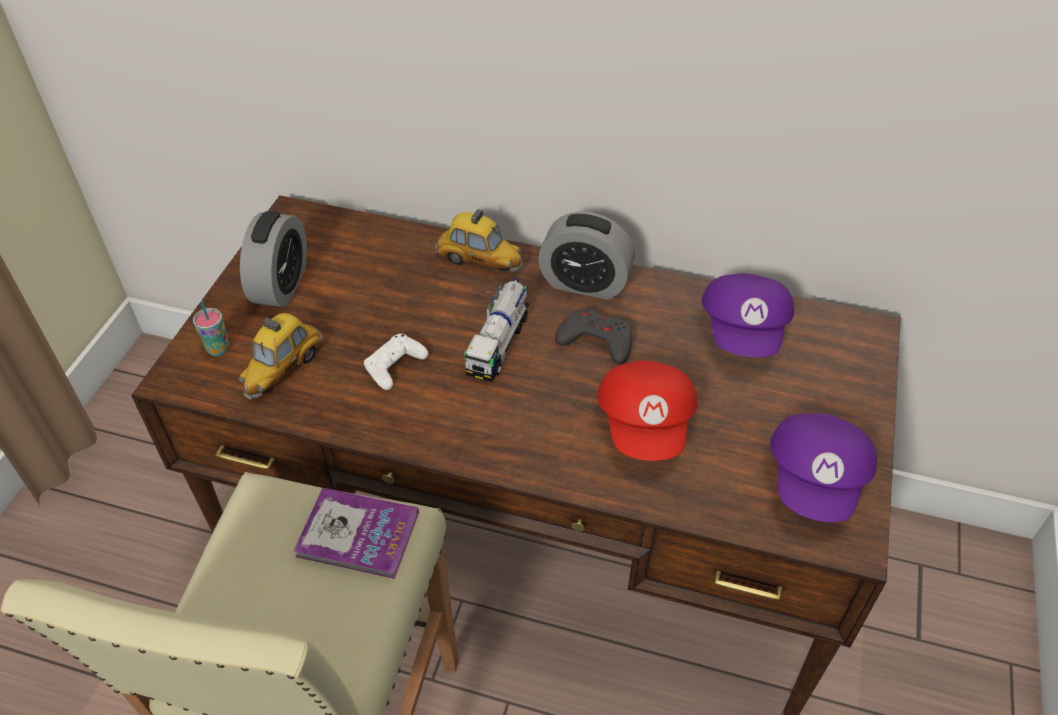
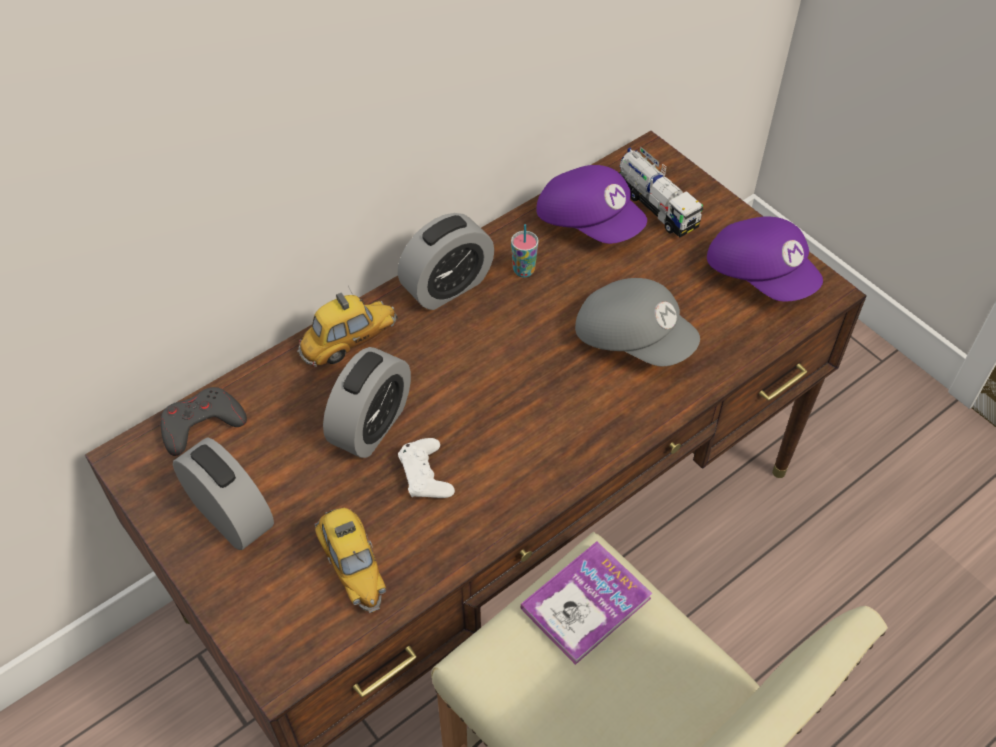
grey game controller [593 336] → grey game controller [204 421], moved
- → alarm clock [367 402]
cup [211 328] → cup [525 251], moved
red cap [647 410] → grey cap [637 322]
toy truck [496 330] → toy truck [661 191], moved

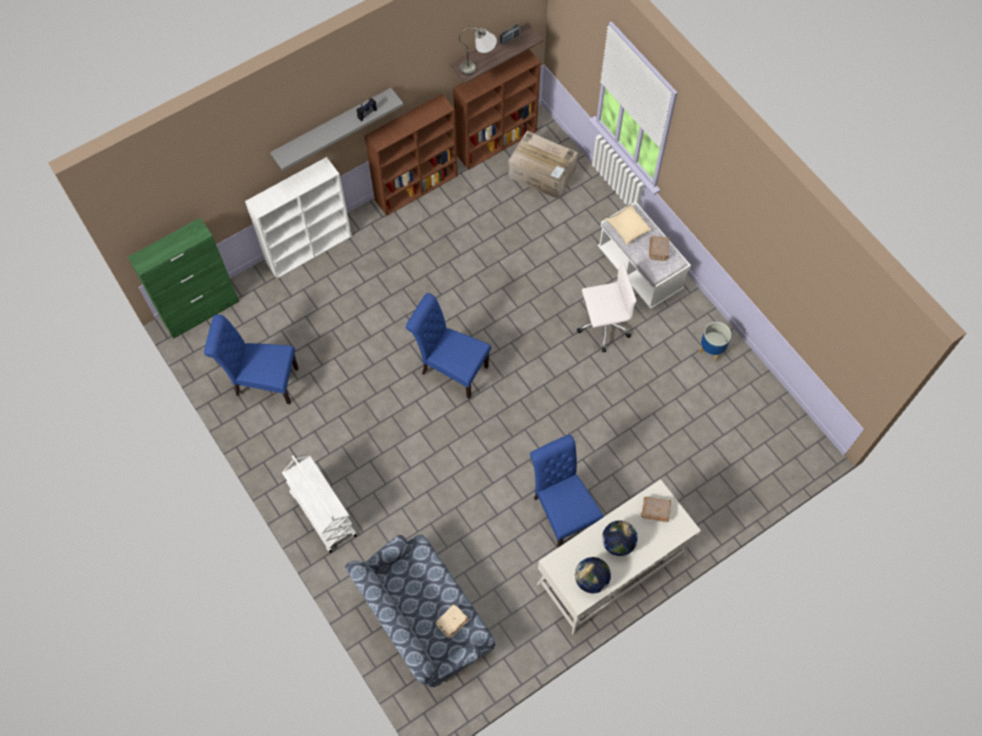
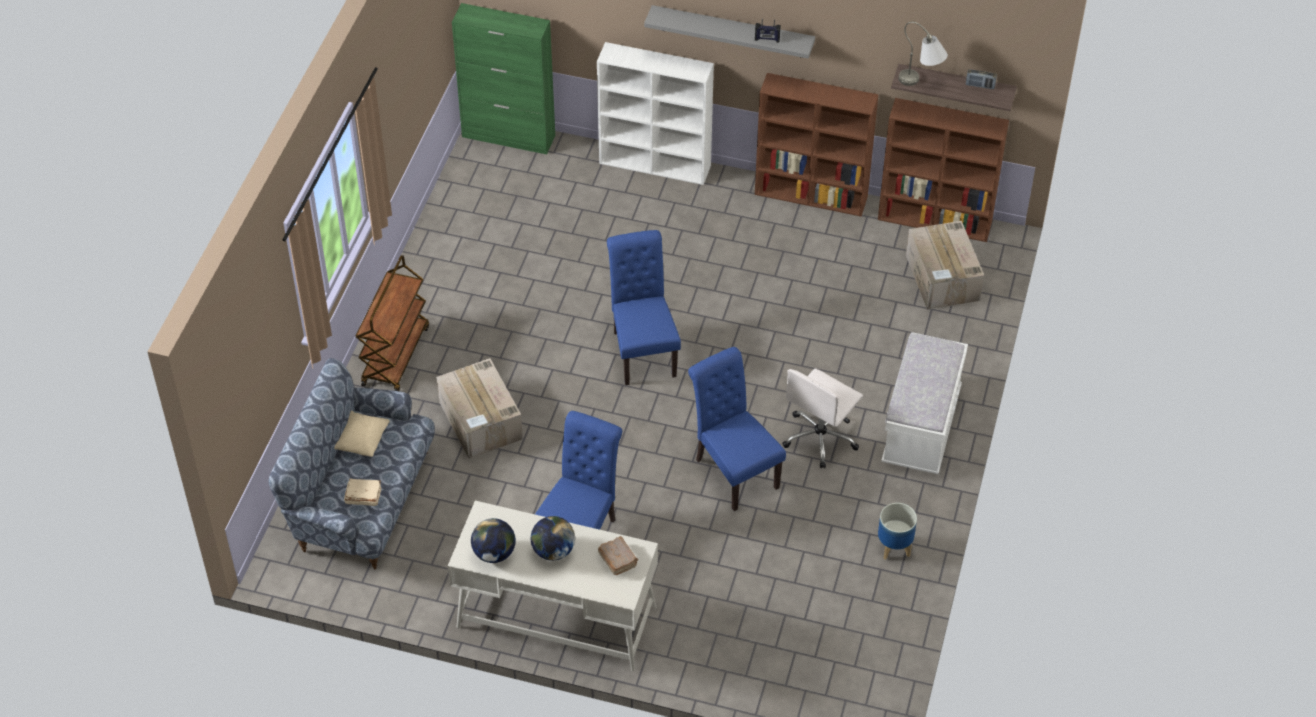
beige pillow [628 224] → beige pillow [362 434], moved
white cart [319 504] → brown cart [392 323]
- → cardboard box [479 408]
blue chair [251 359] → blue chair [737 429], moved
white office chair [607 307] → white office chair [822 418], 90 degrees clockwise
brown book [659 248] → -

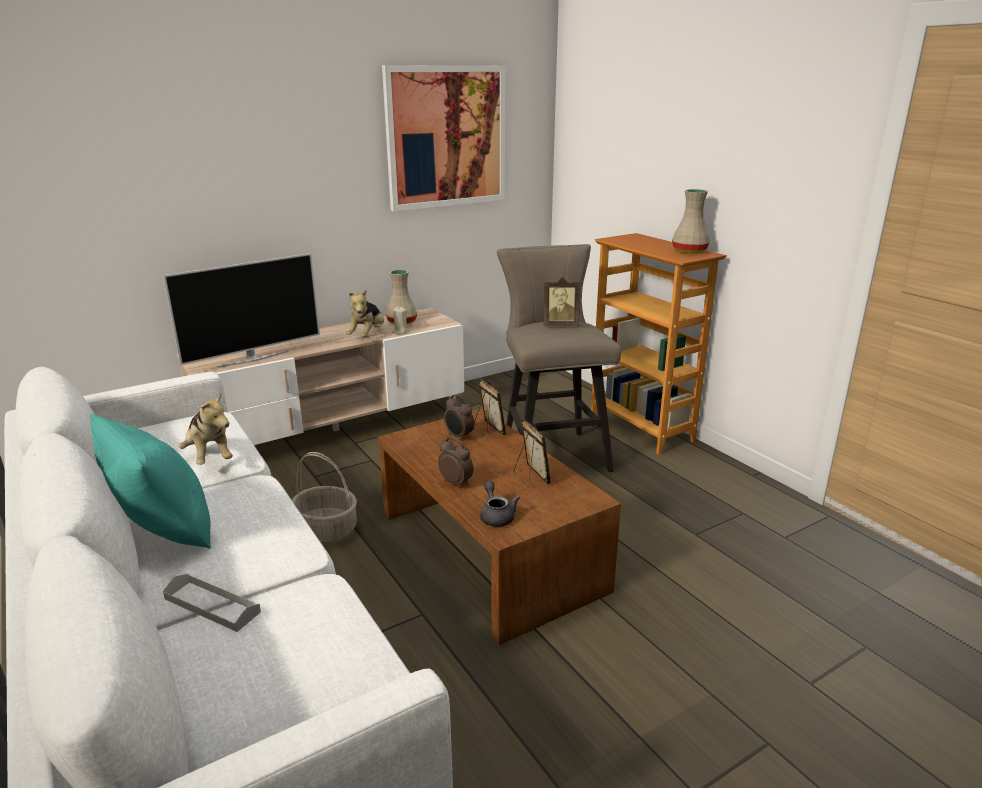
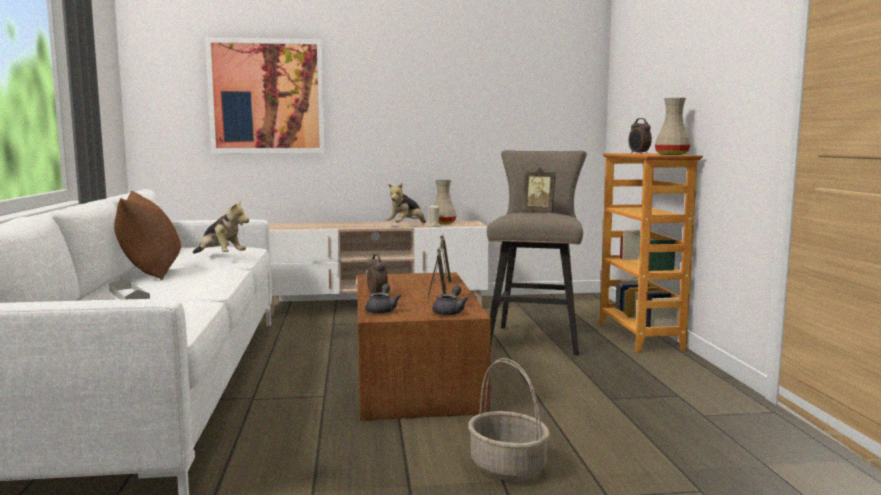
turquoise pillow [150 481] → brown pillow [147 235]
plush toy [205 429] → plush toy [221 227], 45 degrees counterclockwise
picture [443 138] → picture [265 95], moved
- → grey teapot [450 300]
basket [324 497] → basket [509 419], moved
alarm clock [459 417] → alarm clock [640 136], moved
television [241 310] → -

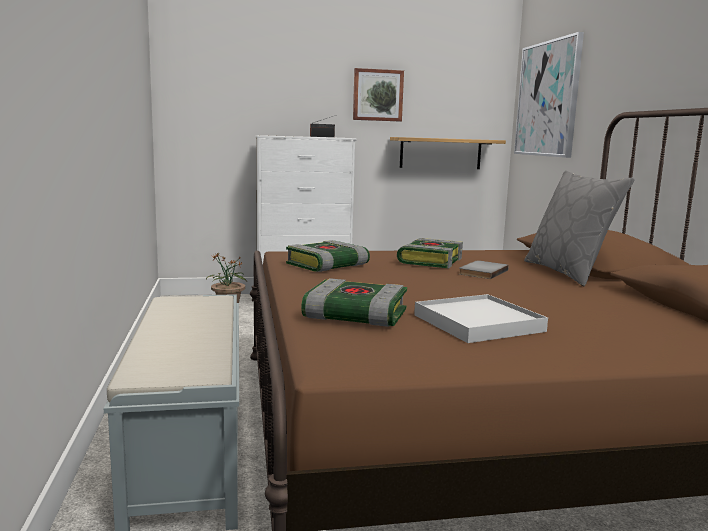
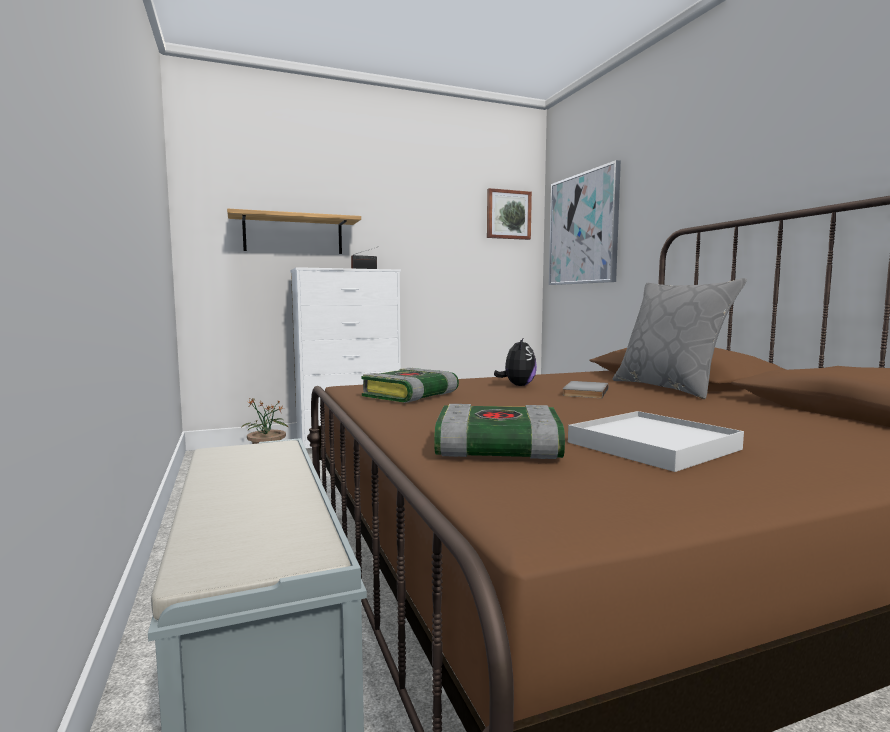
shelf [448 153] → shelf [294 231], moved
picture [378 95] → picture [509 214], moved
book [430 253] → plush toy [515 361]

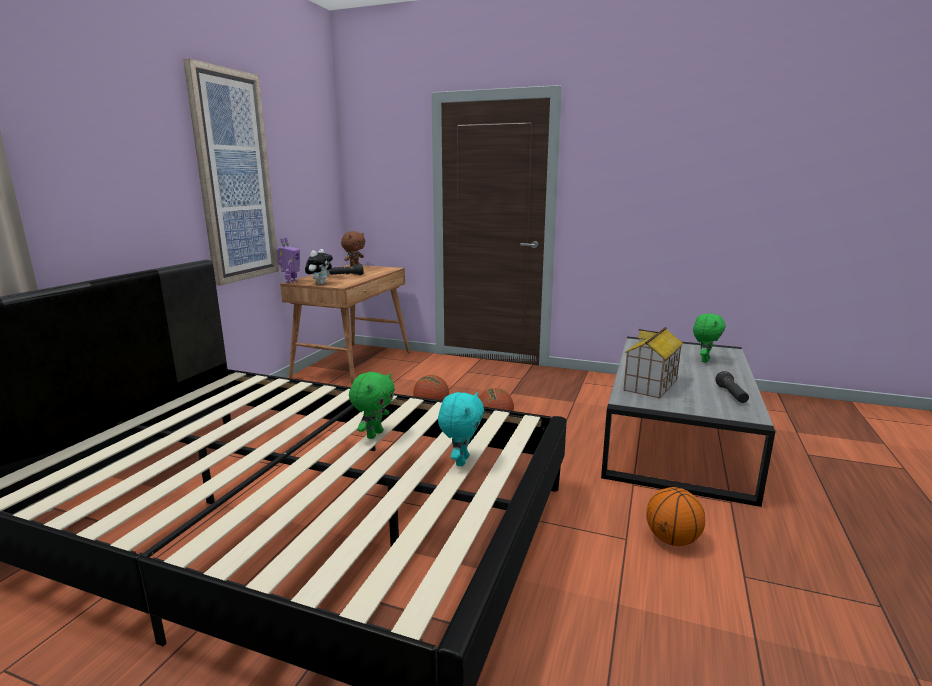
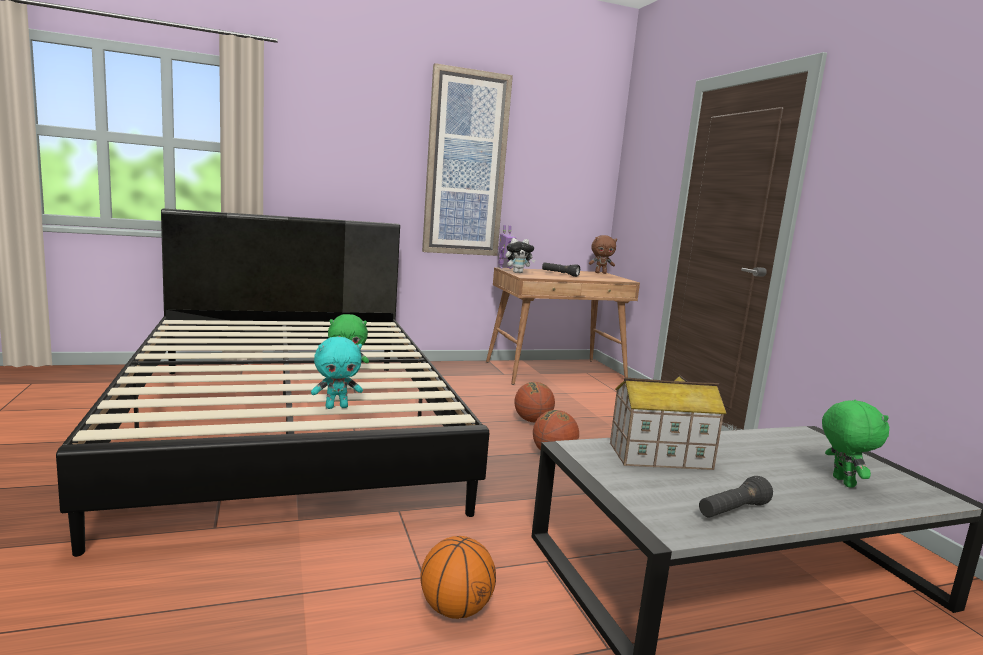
green plush toy [709 338] → green plush toy [855 443], 90 degrees counterclockwise

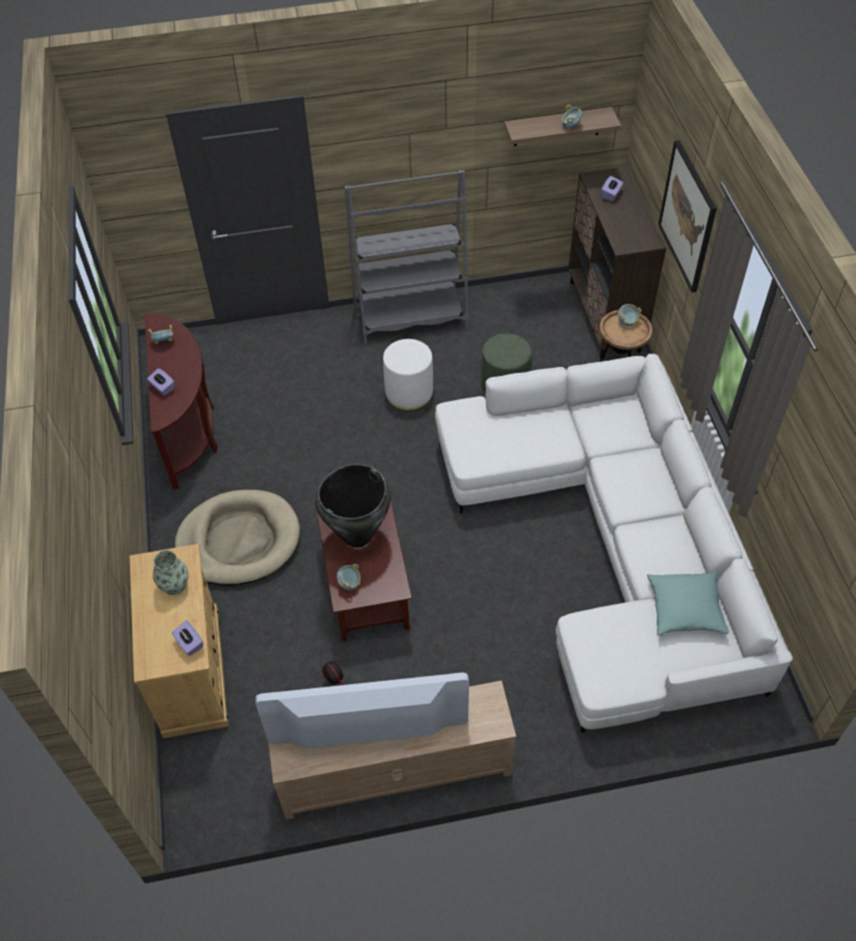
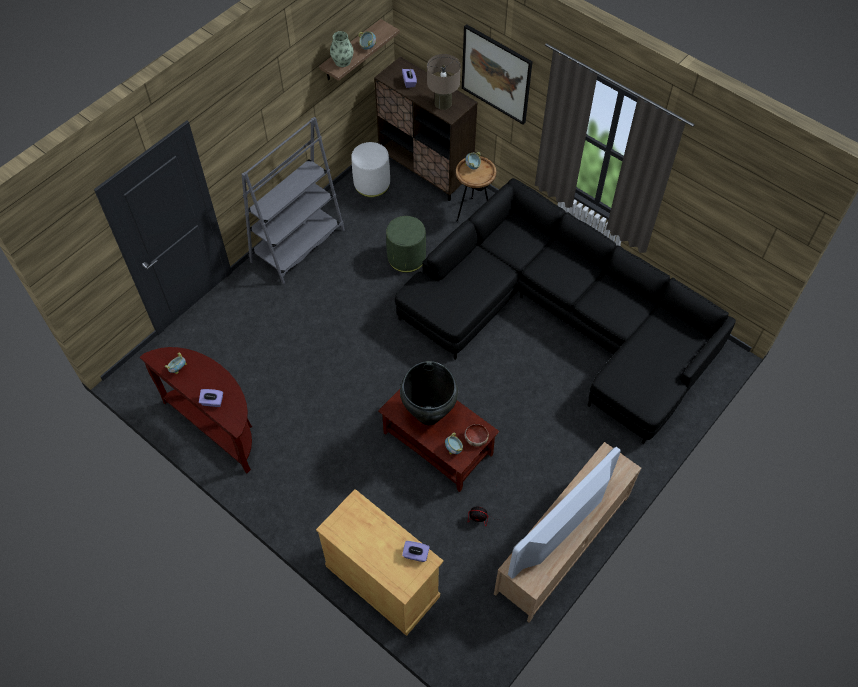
vase [171 572] → vase [341 49], moved
white ottoman [408 375] → white ottoman [370 169], moved
white sofa [614 543] → black sofa [565 311]
- → beige table lamp [444 82]
- → bowl [477 435]
beige dog bed [237 538] → -
turquoise pillow [688 604] → -

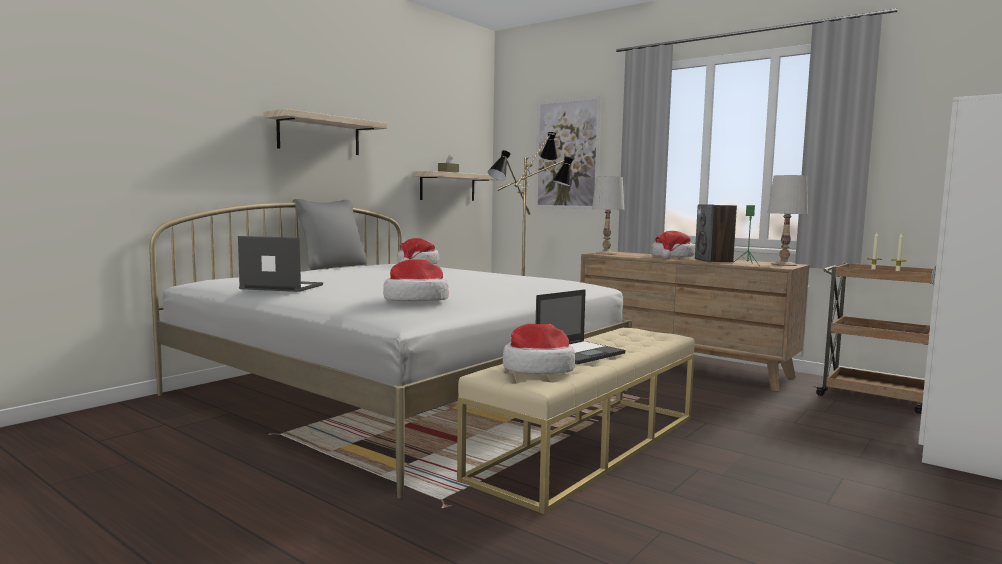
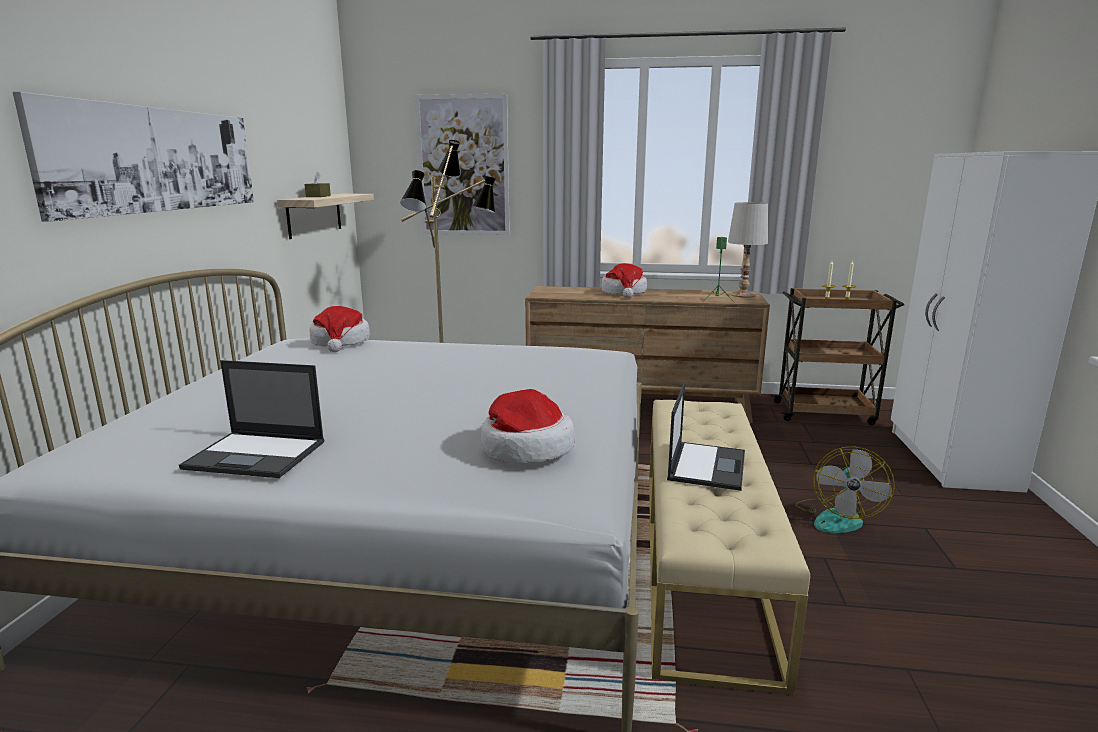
shelf [325 132] → picture [133 157]
laptop [280 264] → laptop [252 419], 150 degrees counterclockwise
- → fan [845 489]
grey pillow [330 234] → -
hat [539 349] → -
white table lamp [608 215] → -
speaker [716 233] → -

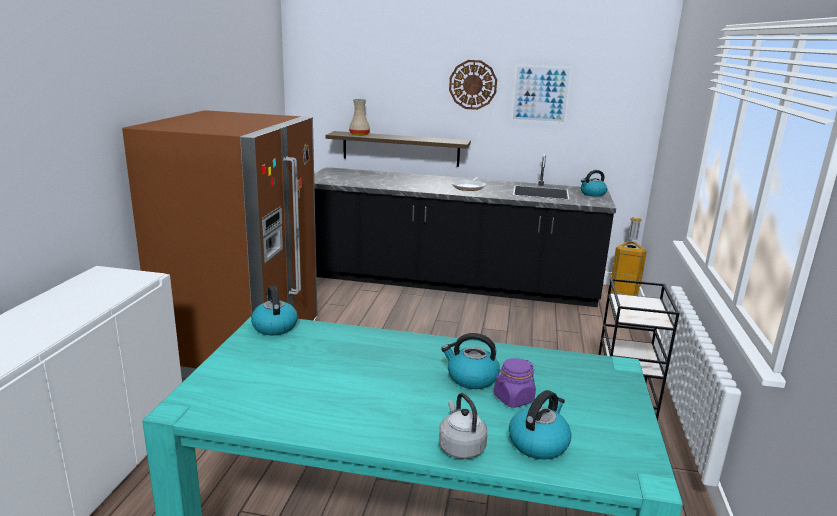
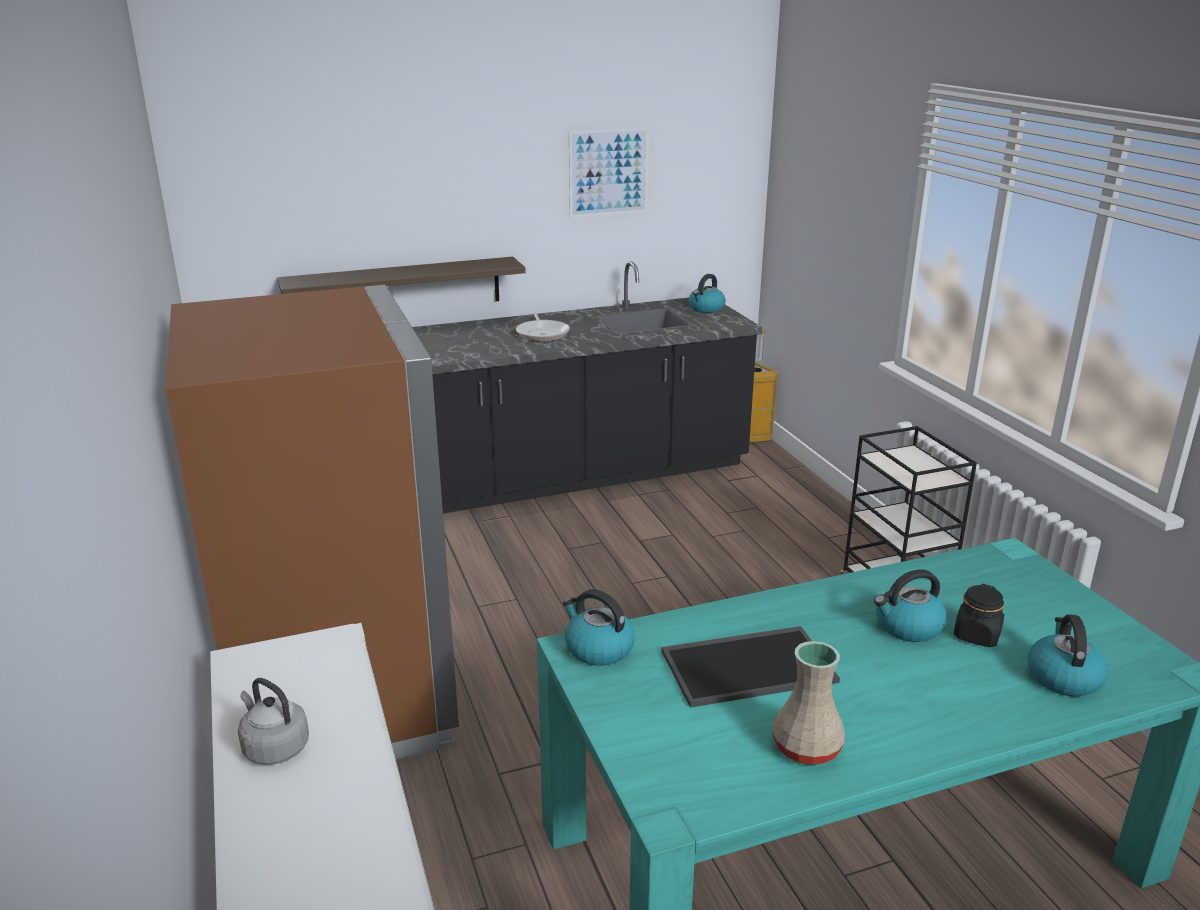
grey kettle [463 426] → grey kettle [273 721], moved
- → tray [750 667]
beige vase [359 117] → beige vase [808 703], moved
purple jar [515 383] → black jar [979 615]
wall clock [473 85] → -

